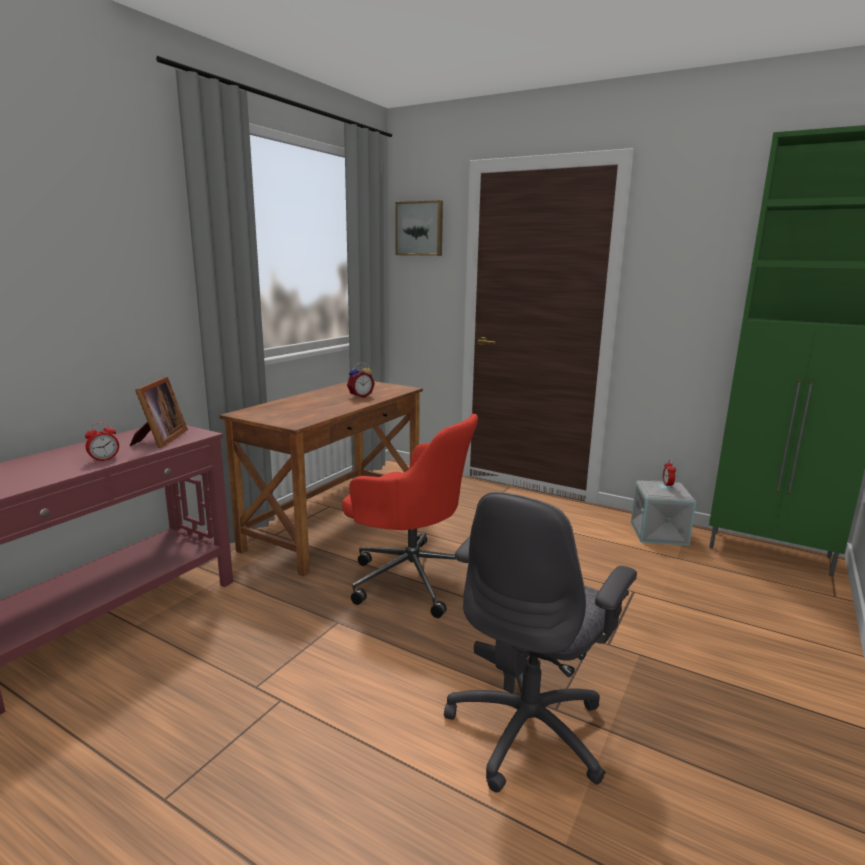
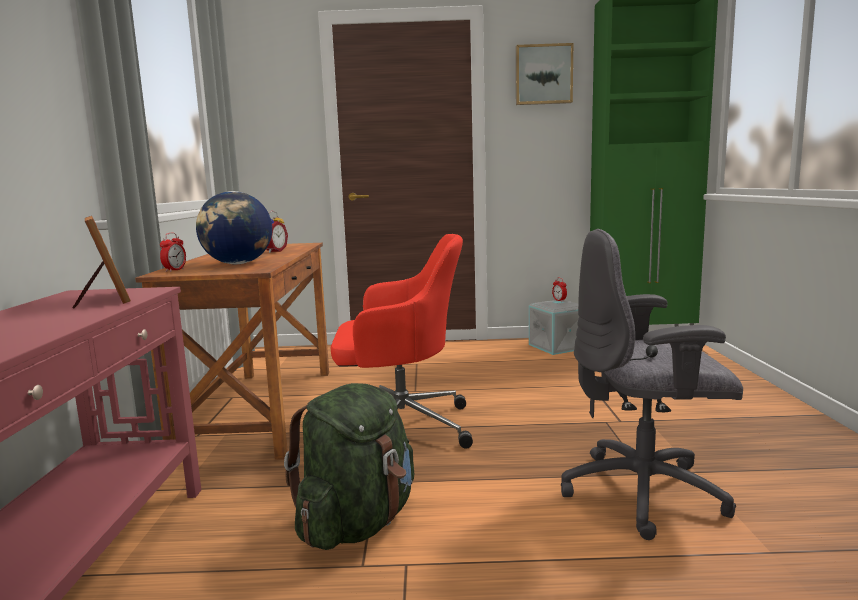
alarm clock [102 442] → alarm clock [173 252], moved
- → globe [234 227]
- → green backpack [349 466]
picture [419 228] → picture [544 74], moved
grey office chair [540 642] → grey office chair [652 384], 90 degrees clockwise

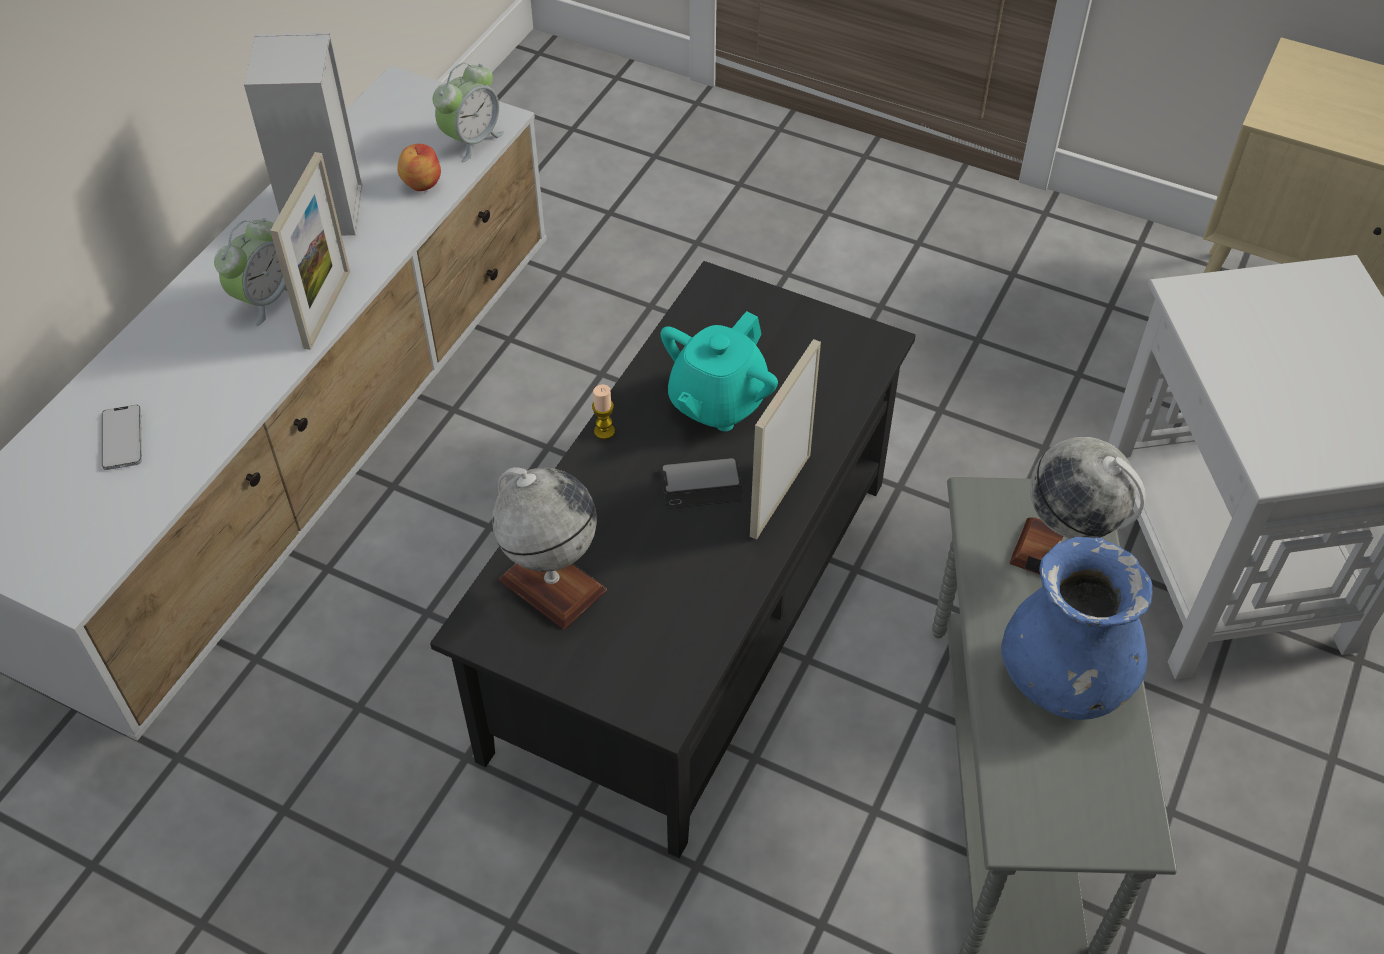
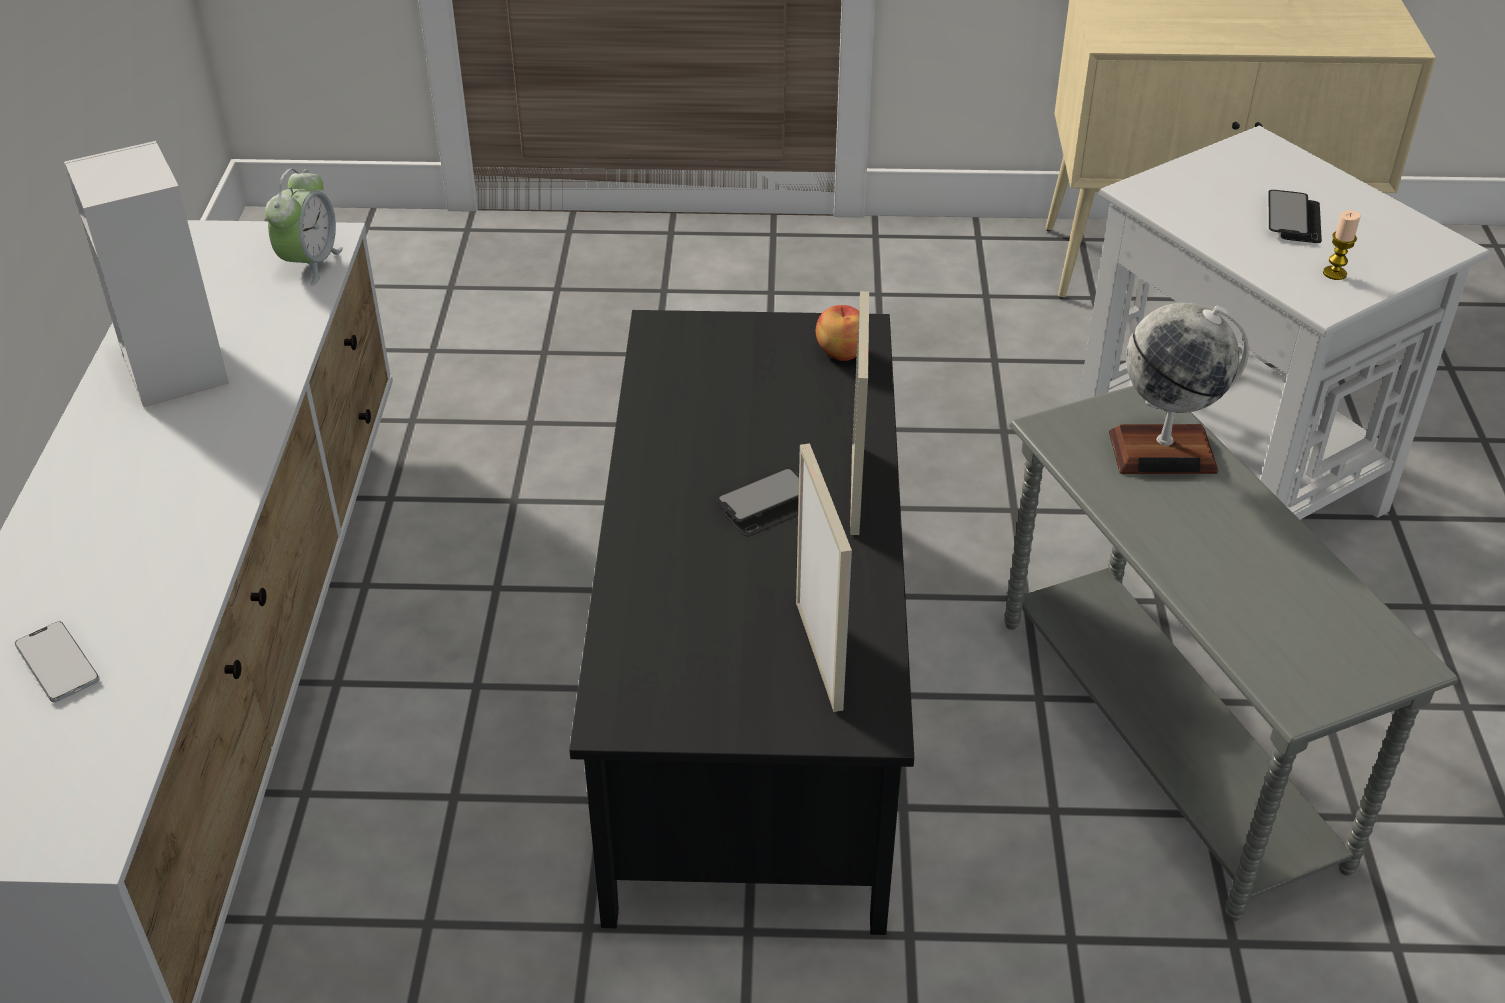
picture frame [310 251] → picture frame [824 577], moved
apple [419 167] → apple [837 333], moved
- → phone [1295 216]
candle [603 412] → candle [1342 245], moved
alarm clock [250 272] → -
globe [549 548] → -
turquoise teapot [719 371] → -
blue vase [1076 628] → -

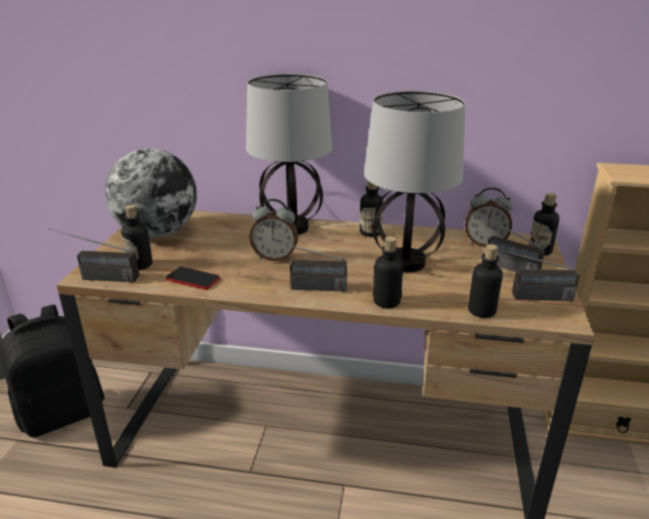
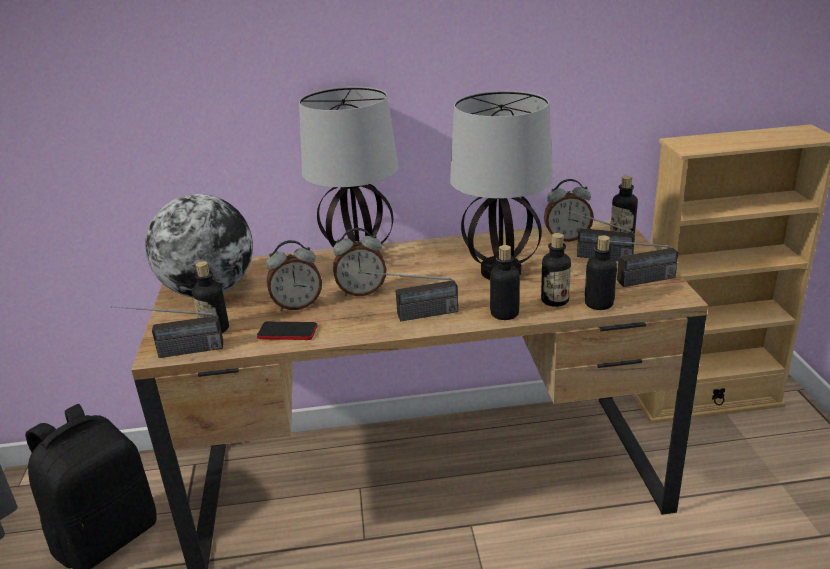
- → alarm clock [294 275]
bottle [371 209] → bottle [556 270], moved

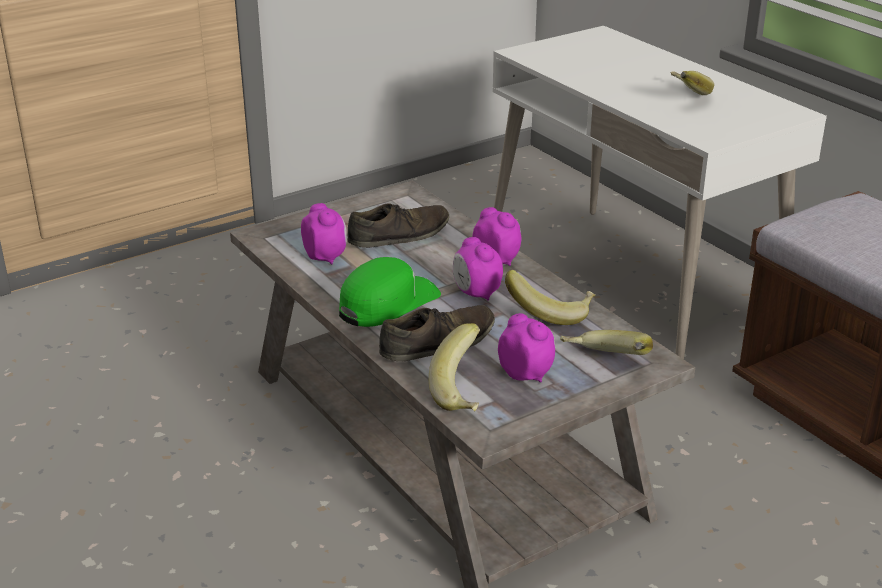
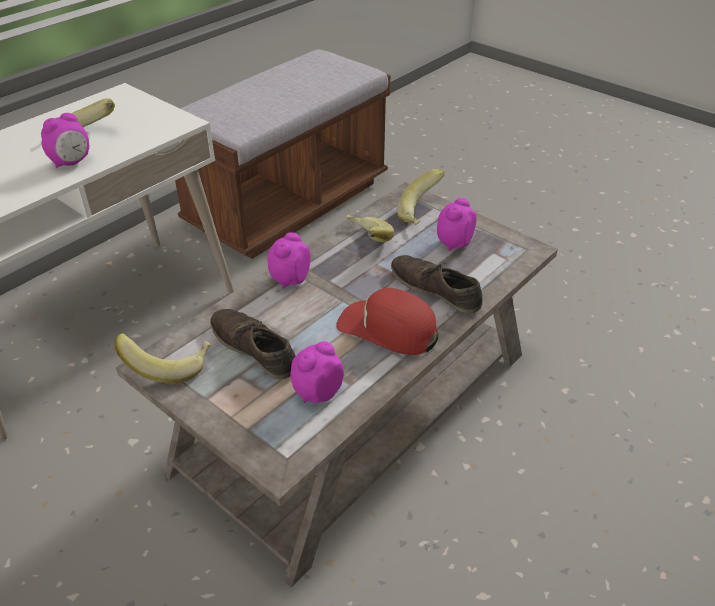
alarm clock [478 269] → alarm clock [65 140], moved
banana [454 367] → banana [163 358], moved
green cap [390 292] → red cap [387 321]

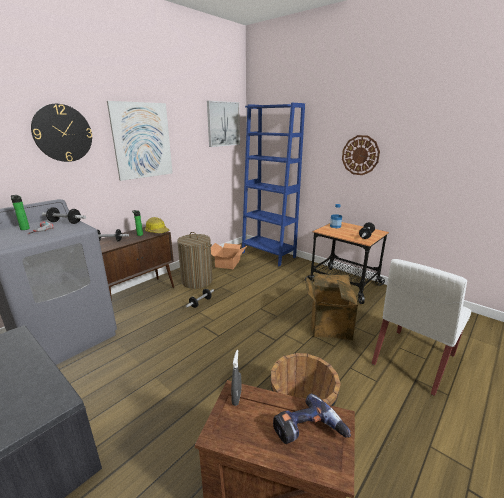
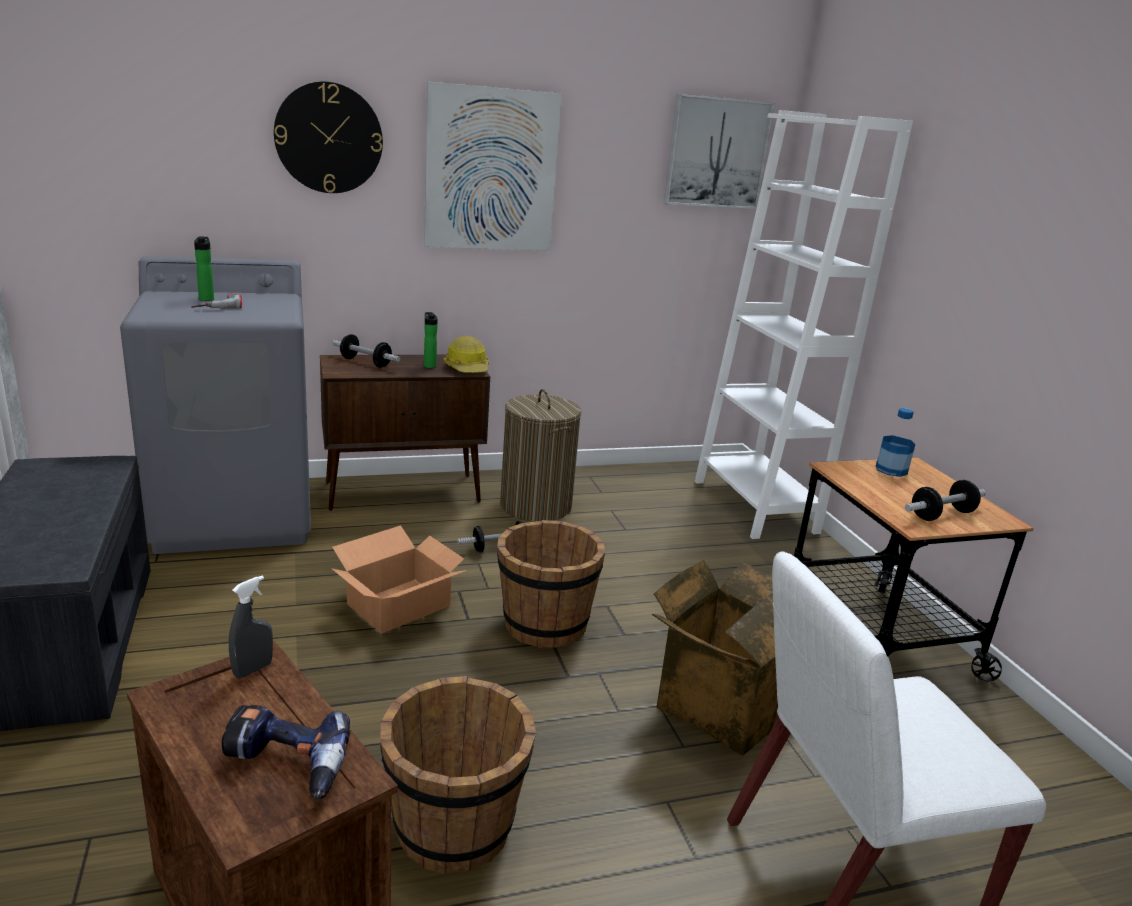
cardboard box [229 256] → cardboard box [399 579], moved
- → brown bucket [551 584]
blue bookcase [273 184] → white bookcase [804 324]
dumbbell [64 215] → -
wall clock [361 155] → -

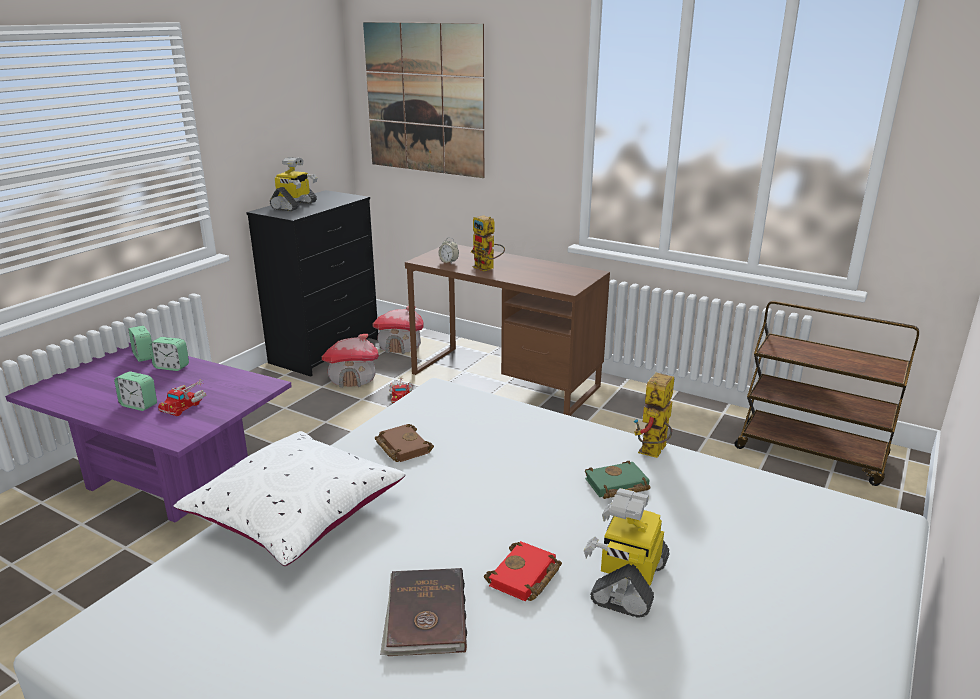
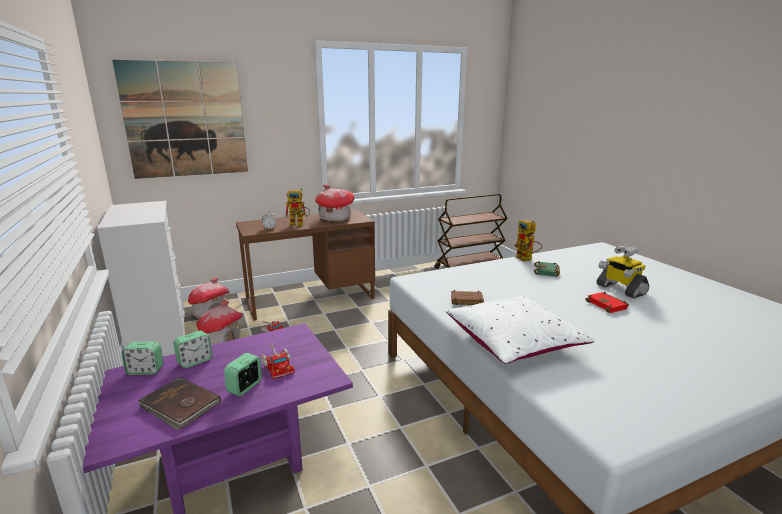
black dresser [312 283] → white dresser [141 279]
brown book [423 612] → brown book [179 403], moved
alarm clock [135 391] → alarm clock [243 374], 150 degrees clockwise
- → toy house [335 202]
toy robot [293 184] → -

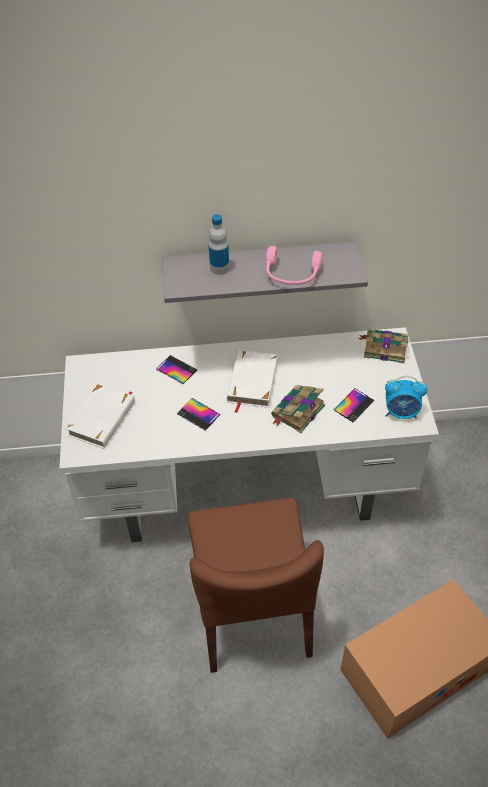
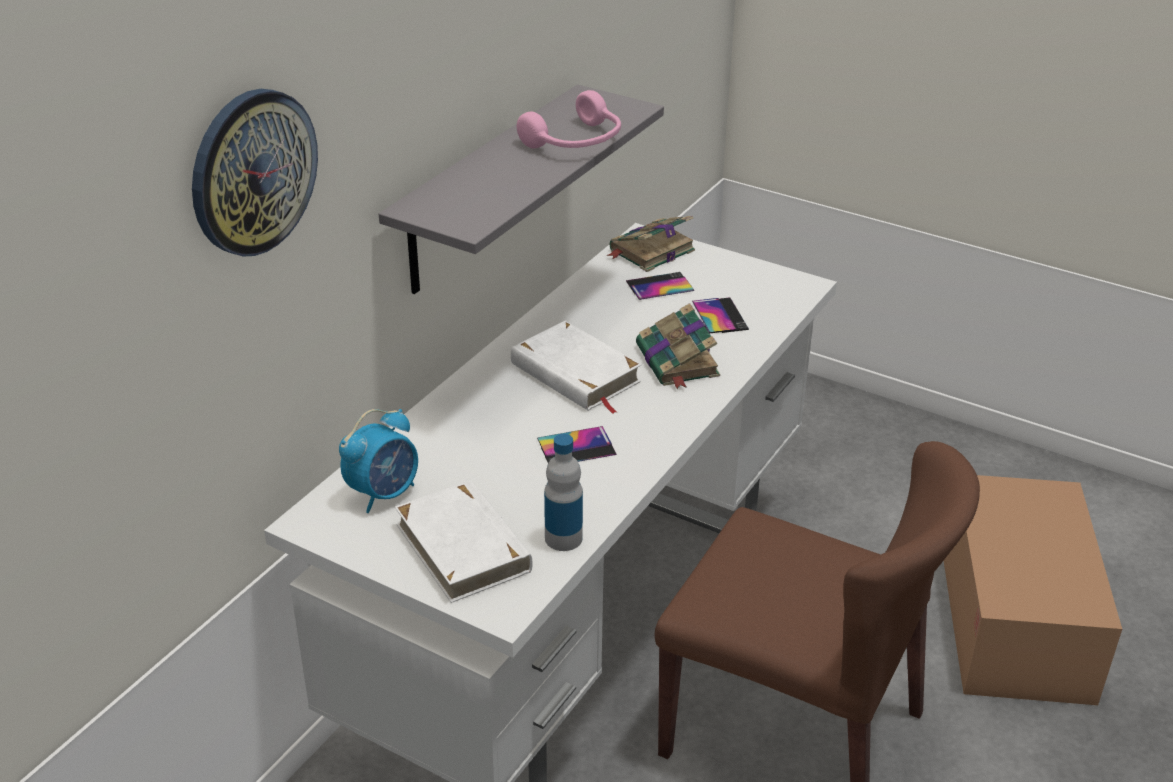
- → wall clock [255 173]
alarm clock [406 397] → alarm clock [378 461], moved
bottle [219 244] → bottle [563 492], moved
phone [176 369] → phone [660 286], moved

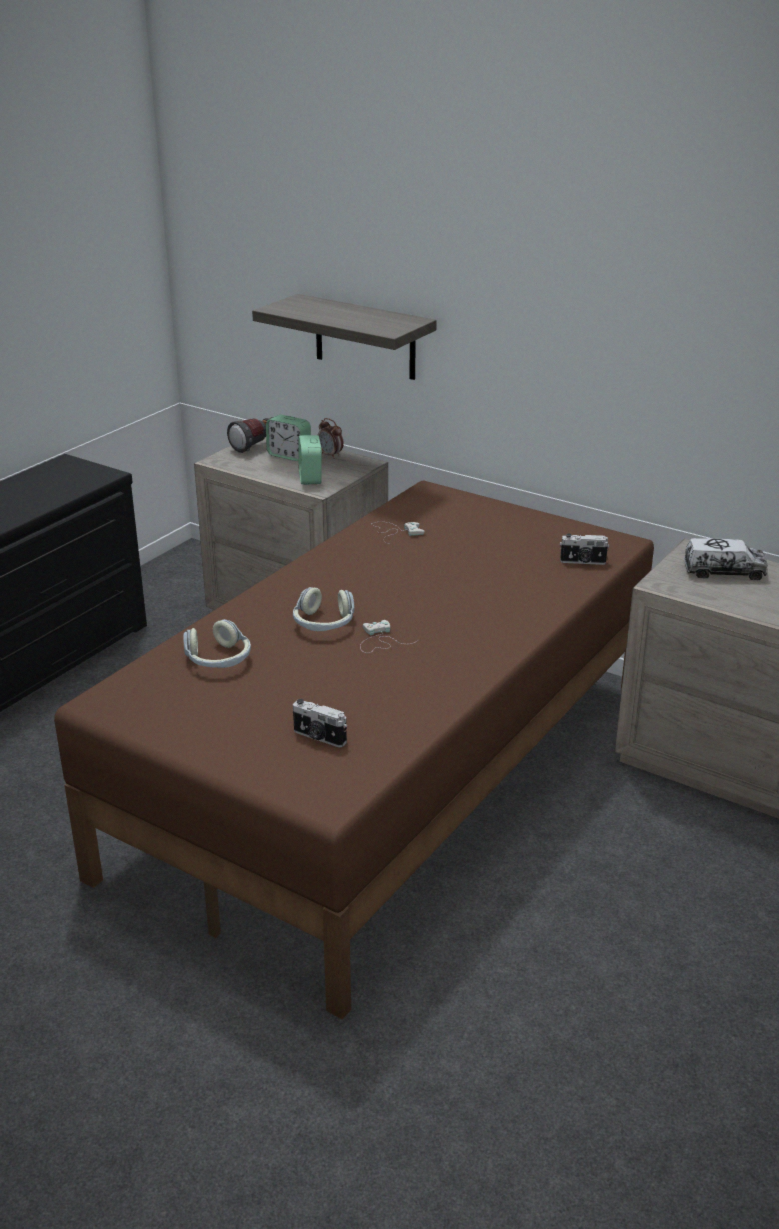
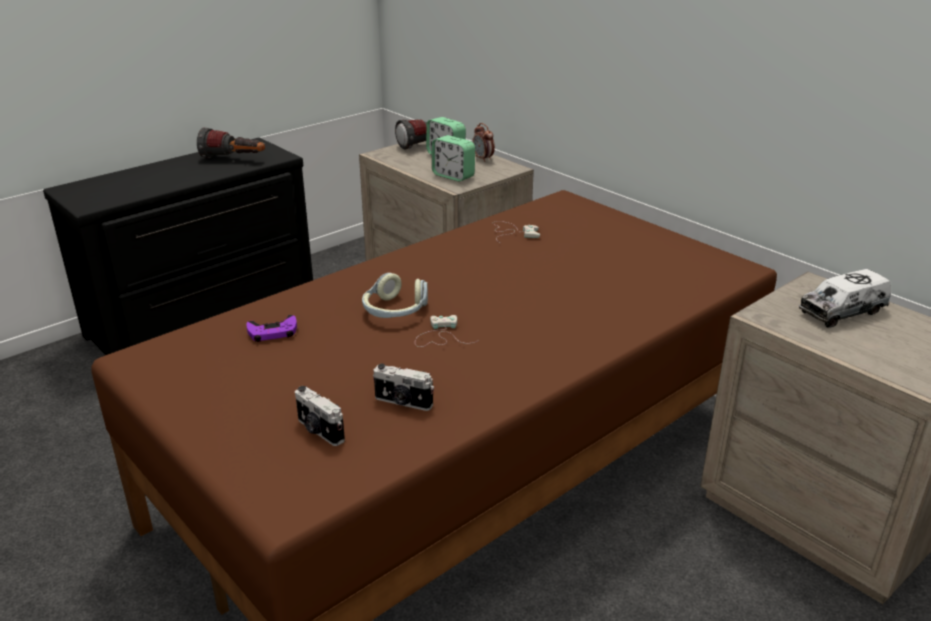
- → flashlight [231 142]
headphones [217 643] → purple game controller [271 328]
photo camera [585 549] → photo camera [403 387], moved
alarm clock [310 460] → alarm clock [453 158], 60 degrees counterclockwise
toy truck [725 559] → toy truck [845 298], 135 degrees clockwise
shelf [344 337] → -

